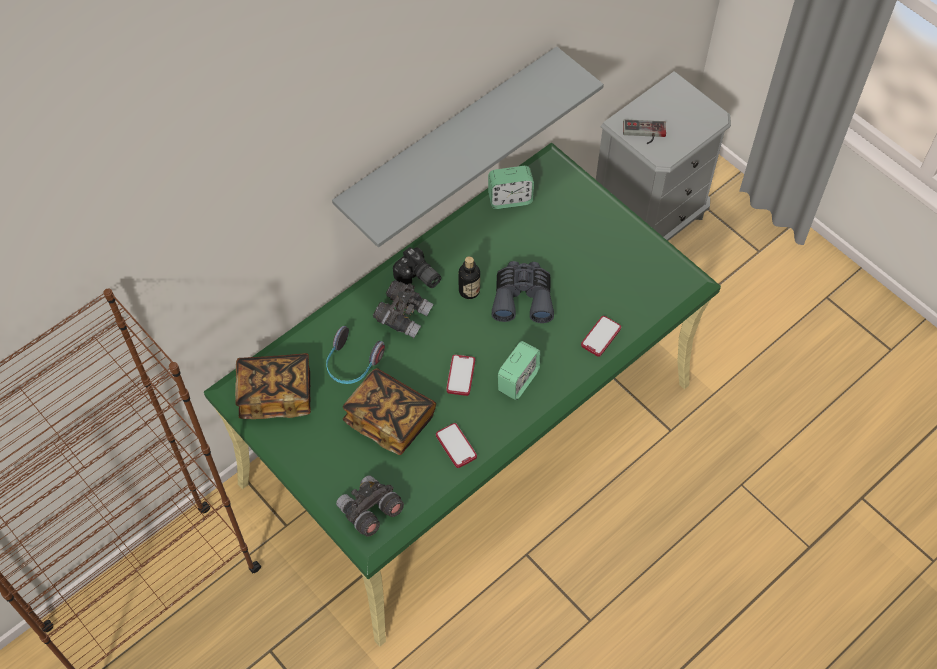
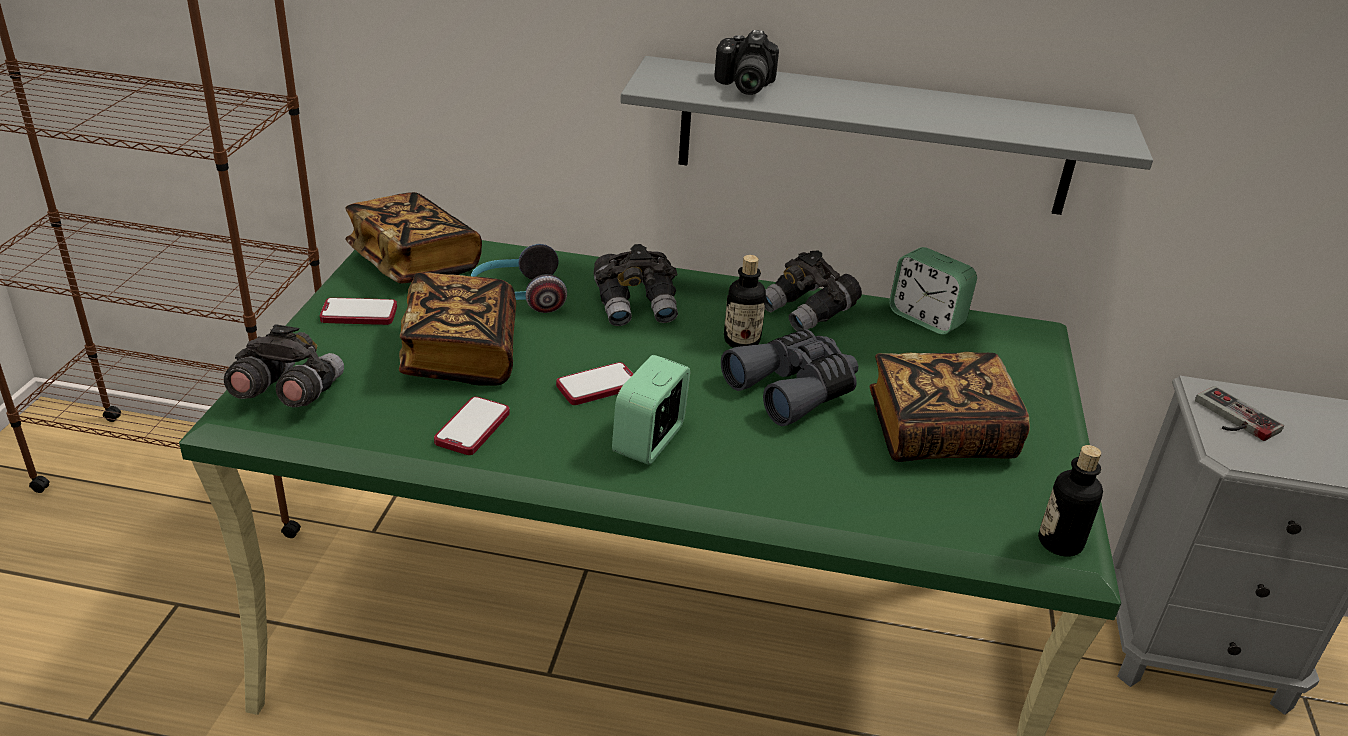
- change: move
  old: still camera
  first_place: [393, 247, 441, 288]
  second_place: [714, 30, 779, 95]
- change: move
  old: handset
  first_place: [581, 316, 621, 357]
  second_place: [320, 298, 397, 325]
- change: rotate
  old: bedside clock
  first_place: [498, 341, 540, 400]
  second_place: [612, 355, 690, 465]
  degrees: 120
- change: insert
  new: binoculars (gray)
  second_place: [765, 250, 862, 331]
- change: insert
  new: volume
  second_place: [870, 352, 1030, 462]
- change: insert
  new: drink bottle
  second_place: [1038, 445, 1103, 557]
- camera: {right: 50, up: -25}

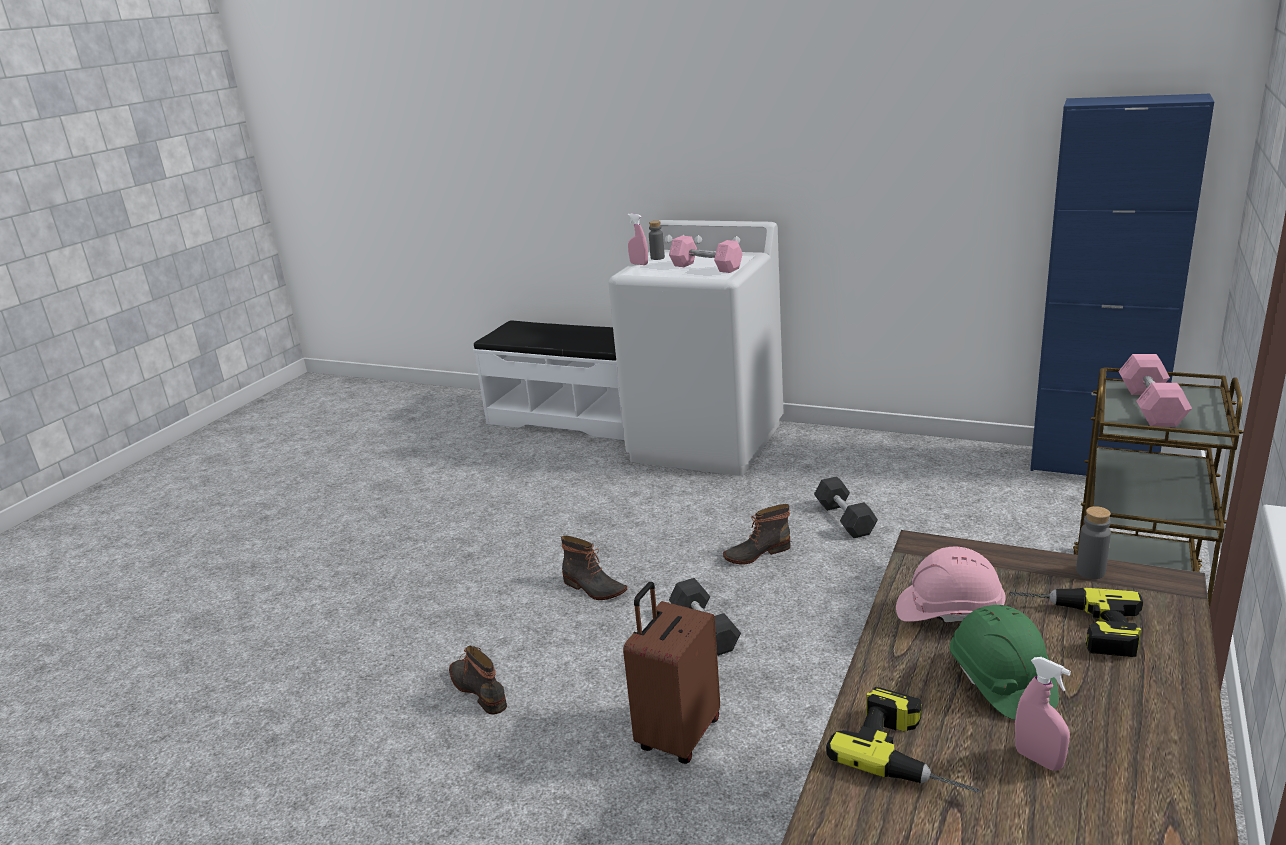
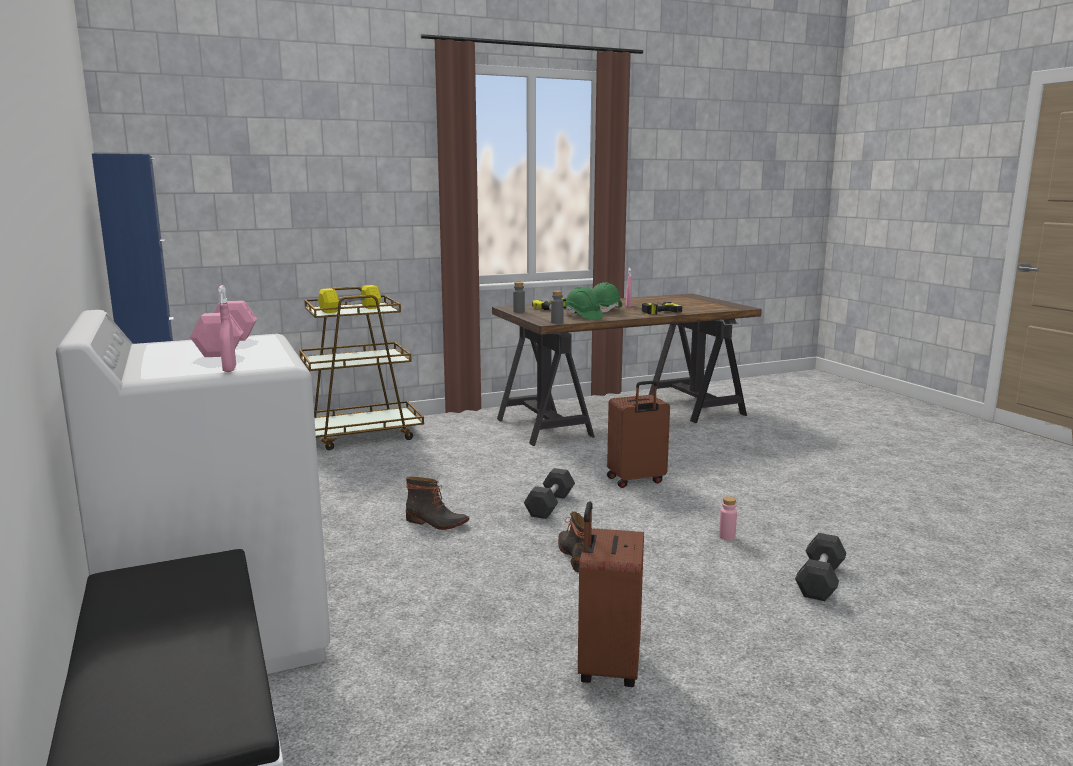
- change: move
  old: drink bottle (gray)
  first_place: [649, 221, 665, 260]
  second_place: [551, 291, 564, 324]
- change: recolor
  old: free weight (pink-coloured)
  new: free weight (yellowish)
  first_place: [1118, 354, 1192, 427]
  second_place: [318, 285, 381, 313]
- change: move
  old: free weight (gray)
  first_place: [814, 476, 878, 538]
  second_place: [795, 533, 846, 601]
- change: recolor
  old: work helmet (pink-coloured)
  new: work helmet (greenish)
  first_place: [896, 546, 1006, 623]
  second_place: [564, 287, 603, 320]
- change: replace
  old: tall boot
  new: drink bottle (pink-coloured)
  first_place: [449, 646, 507, 715]
  second_place: [719, 496, 737, 540]
- change: insert
  new: piece of luggage (brown)
  second_place: [578, 502, 644, 687]
- camera: {right: -140, up: -10}

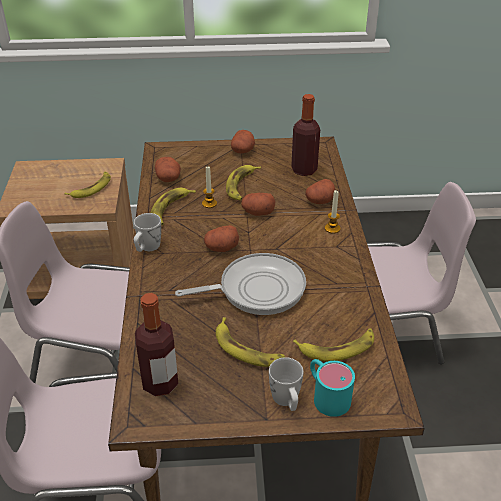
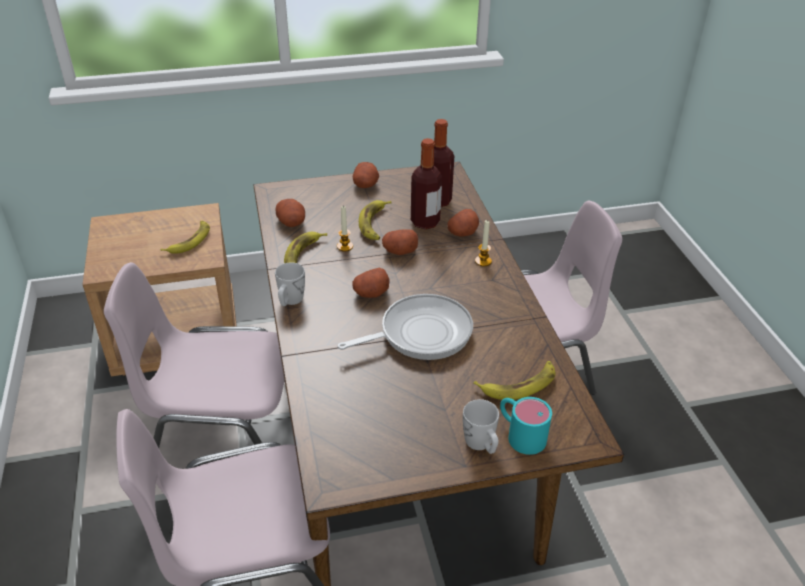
- change: move
  old: drink bottle
  first_place: [135, 293, 178, 396]
  second_place: [411, 138, 442, 229]
- change: delete
  old: banana fruit
  first_place: [216, 317, 285, 367]
- camera: {right: -10, up: 0}

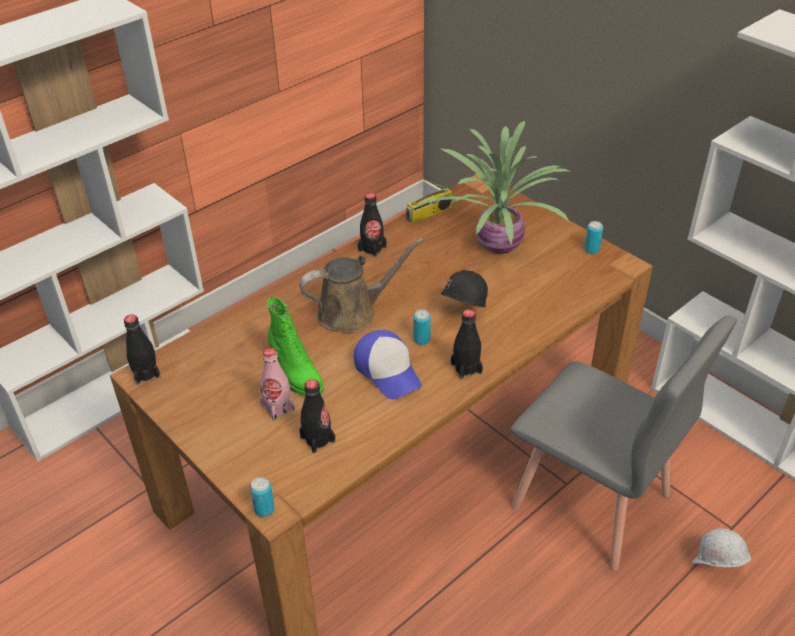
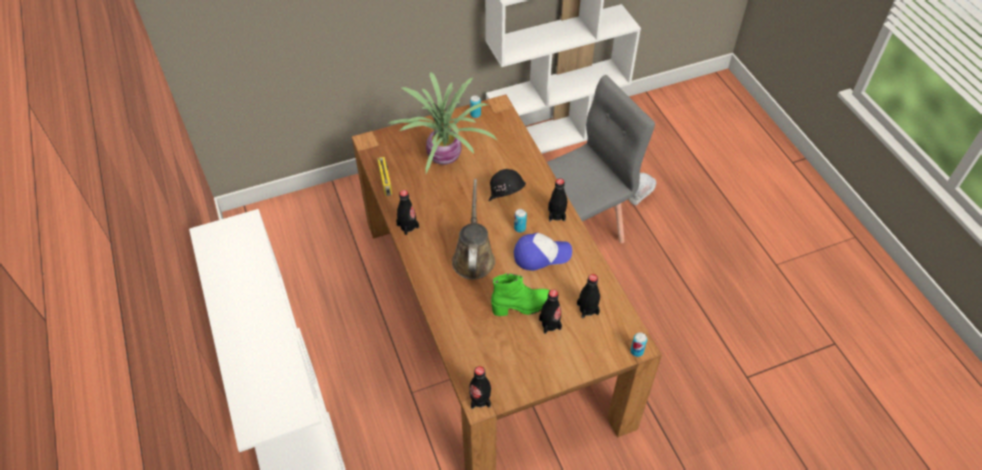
- change: recolor
  old: drink bottle (pink-coloured)
  new: drink bottle (black)
  first_place: [260, 348, 295, 420]
  second_place: [539, 289, 562, 334]
- camera: {right: -70, up: 10}

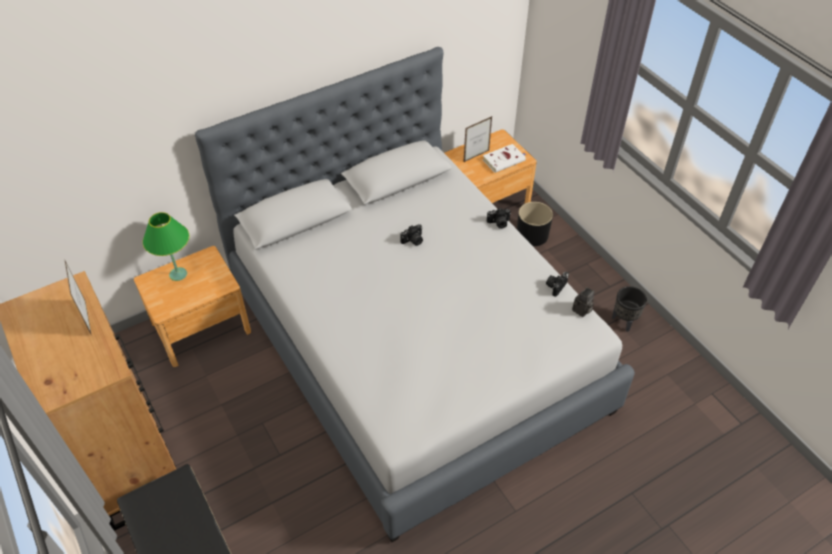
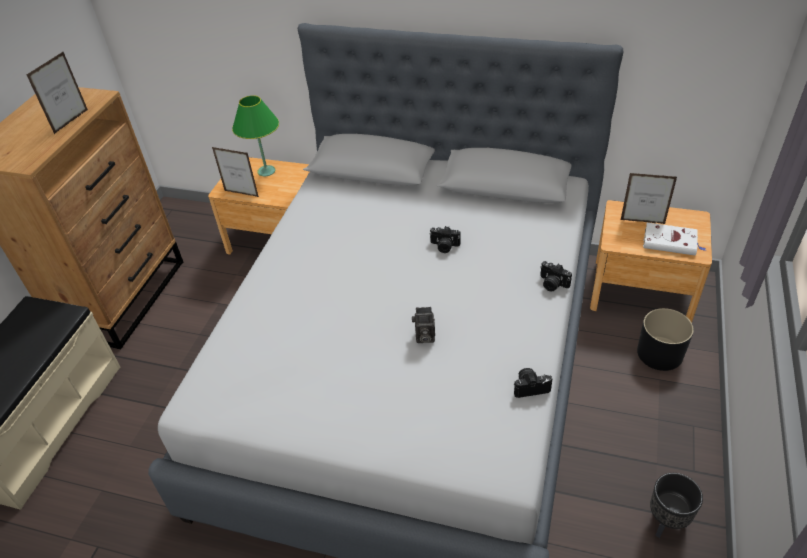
- change: move
  old: still camera
  first_place: [572, 287, 594, 317]
  second_place: [412, 307, 435, 343]
- change: insert
  new: standing frame
  second_place: [212, 147, 259, 197]
- camera: {right: 50, up: -5}

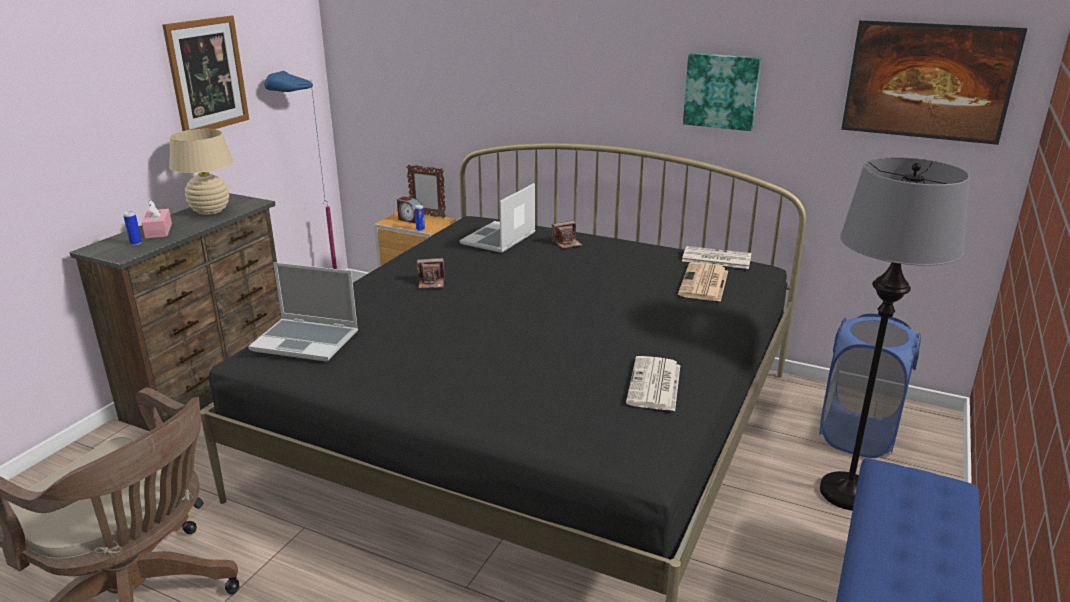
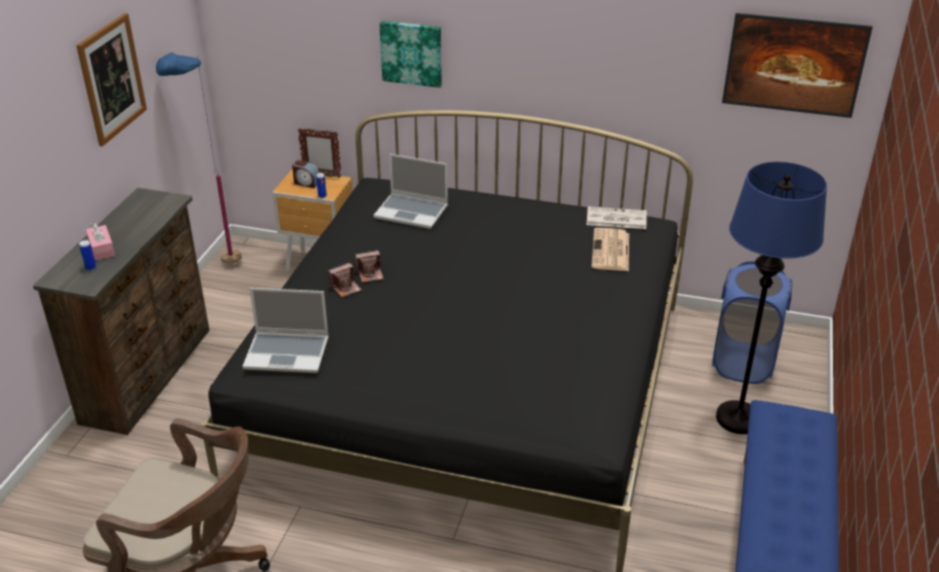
- change: move
  old: wall art
  first_place: [683, 53, 761, 131]
  second_place: [379, 21, 442, 88]
- change: delete
  old: tabletop lamp (beige)
  first_place: [169, 129, 233, 215]
- change: recolor
  old: standard lamp (gray)
  new: standard lamp (bluish)
  first_place: [820, 157, 970, 511]
  second_place: [716, 162, 827, 434]
- change: rotate
  old: notebook computer
  first_place: [460, 183, 535, 253]
  second_place: [373, 154, 448, 229]
  degrees: -90
- change: move
  old: still camera
  first_place: [552, 220, 582, 248]
  second_place: [328, 262, 362, 297]
- change: delete
  old: daily paper
  first_place: [626, 356, 680, 411]
- camera: {right: -10, up: 10}

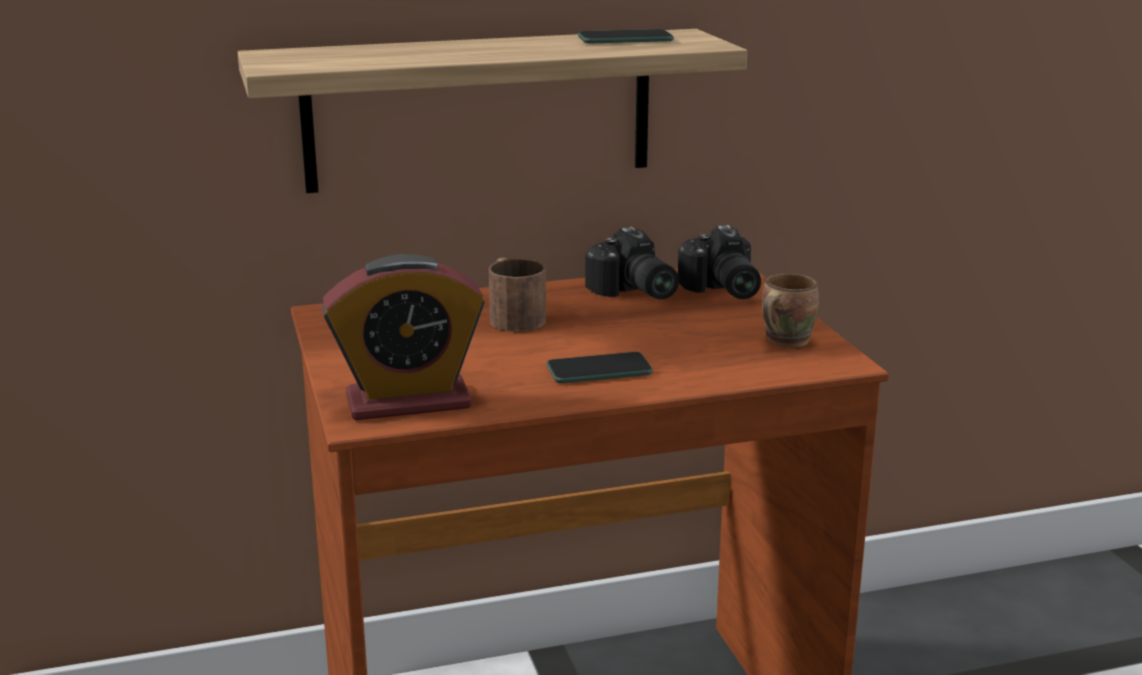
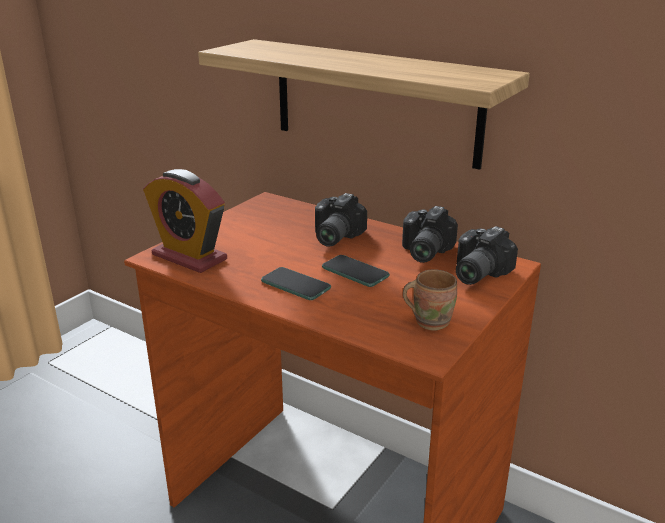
- change: move
  old: handset
  first_place: [578, 29, 674, 43]
  second_place: [322, 255, 390, 287]
- change: replace
  old: tea mug (brown)
  new: still camera
  first_place: [489, 257, 546, 332]
  second_place: [315, 193, 367, 247]
- camera: {right: 50, up: 5}

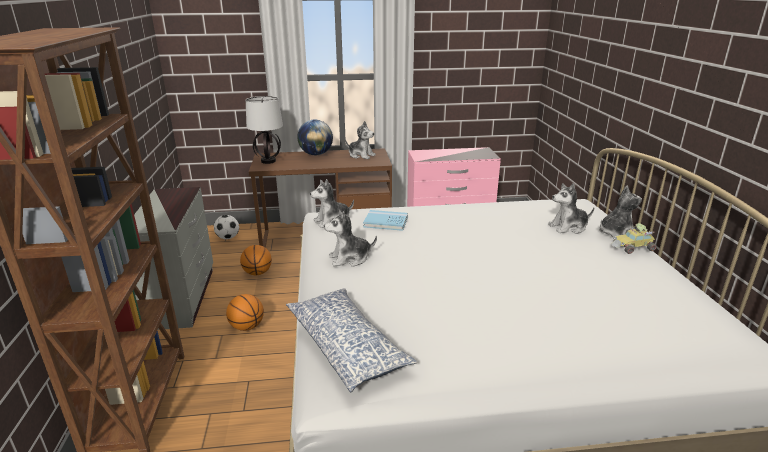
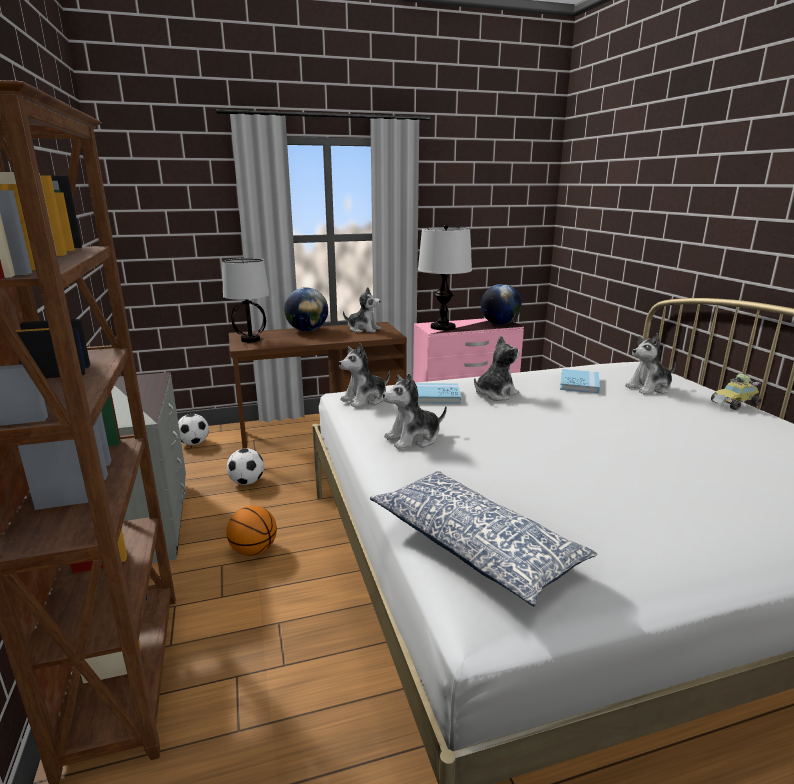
- change: move
  old: cuddly toy
  first_place: [599, 186, 642, 238]
  second_place: [474, 336, 520, 401]
- change: replace
  old: basketball ball
  new: ball for football
  first_place: [240, 245, 272, 275]
  second_place: [227, 448, 264, 485]
- change: insert
  new: tabletop lamp
  second_place: [418, 225, 472, 330]
- change: insert
  new: world globe
  second_place: [481, 284, 522, 325]
- change: insert
  new: volume (bluish)
  second_place: [560, 369, 600, 394]
- camera: {right: -10, up: -5}

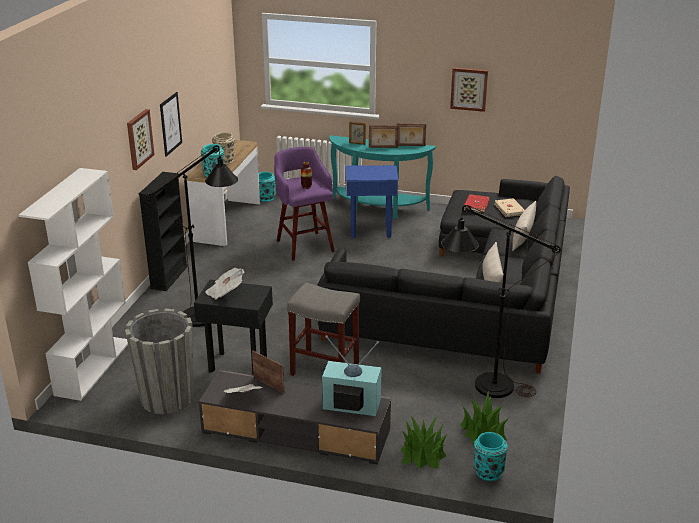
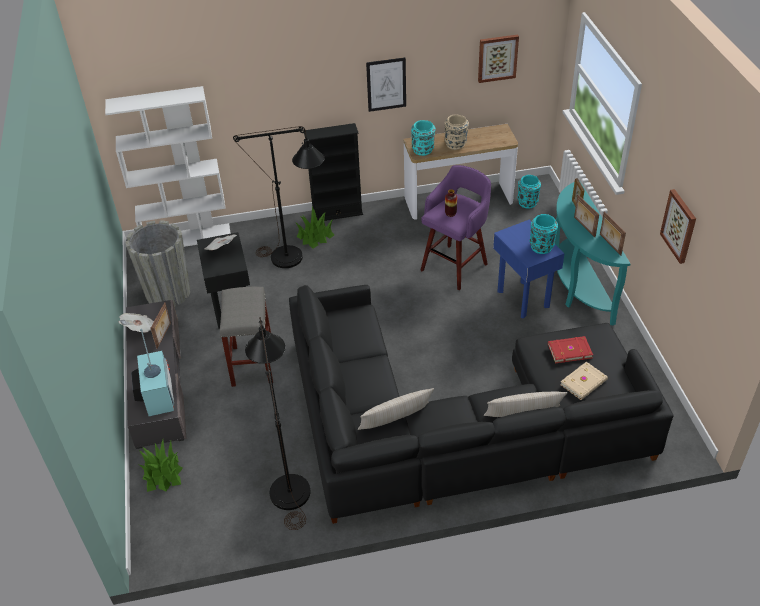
- change: move
  old: wall art
  first_place: [127, 109, 155, 170]
  second_place: [478, 35, 519, 83]
- change: move
  old: potted plant
  first_place: [460, 392, 509, 445]
  second_place: [295, 206, 334, 248]
- change: move
  old: vase (blue-green)
  first_place: [474, 432, 508, 481]
  second_place: [530, 214, 558, 254]
- camera: {right: 65, up: 15}

